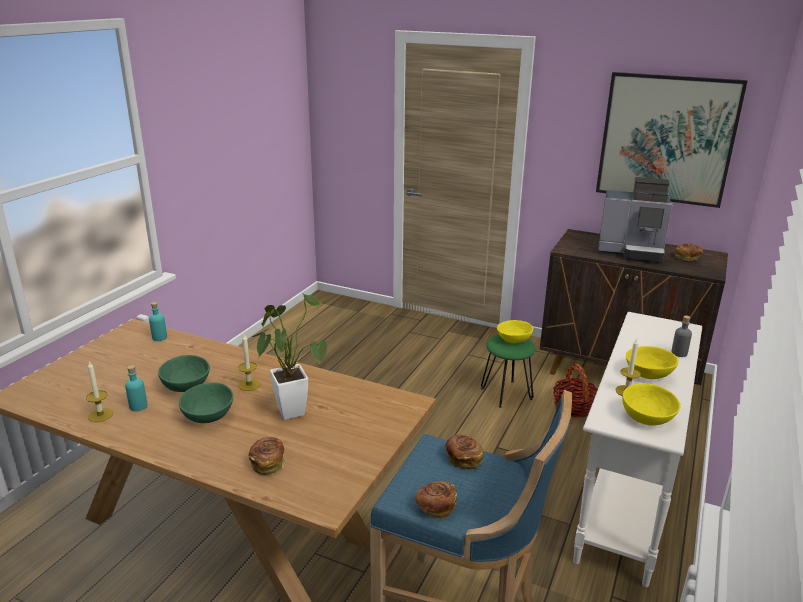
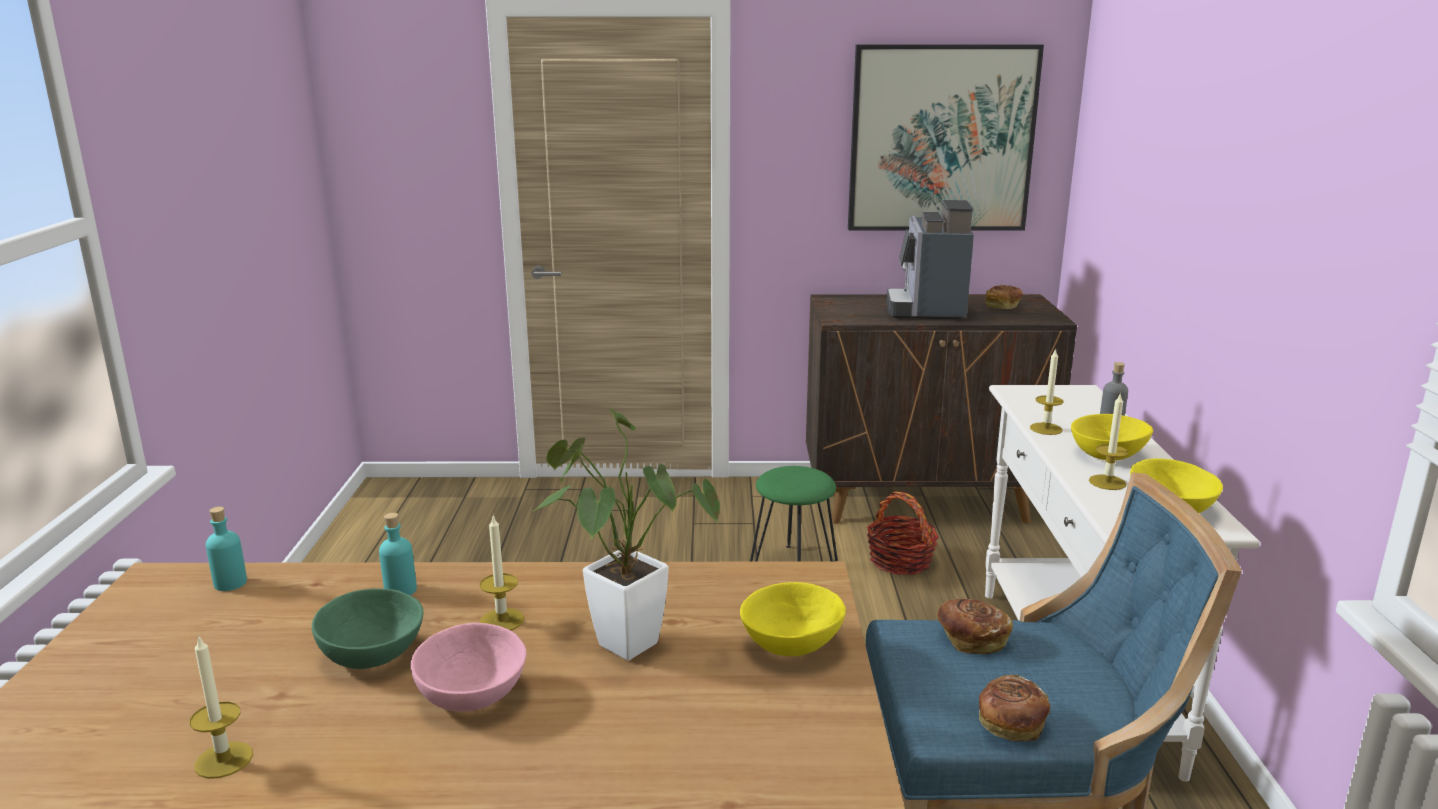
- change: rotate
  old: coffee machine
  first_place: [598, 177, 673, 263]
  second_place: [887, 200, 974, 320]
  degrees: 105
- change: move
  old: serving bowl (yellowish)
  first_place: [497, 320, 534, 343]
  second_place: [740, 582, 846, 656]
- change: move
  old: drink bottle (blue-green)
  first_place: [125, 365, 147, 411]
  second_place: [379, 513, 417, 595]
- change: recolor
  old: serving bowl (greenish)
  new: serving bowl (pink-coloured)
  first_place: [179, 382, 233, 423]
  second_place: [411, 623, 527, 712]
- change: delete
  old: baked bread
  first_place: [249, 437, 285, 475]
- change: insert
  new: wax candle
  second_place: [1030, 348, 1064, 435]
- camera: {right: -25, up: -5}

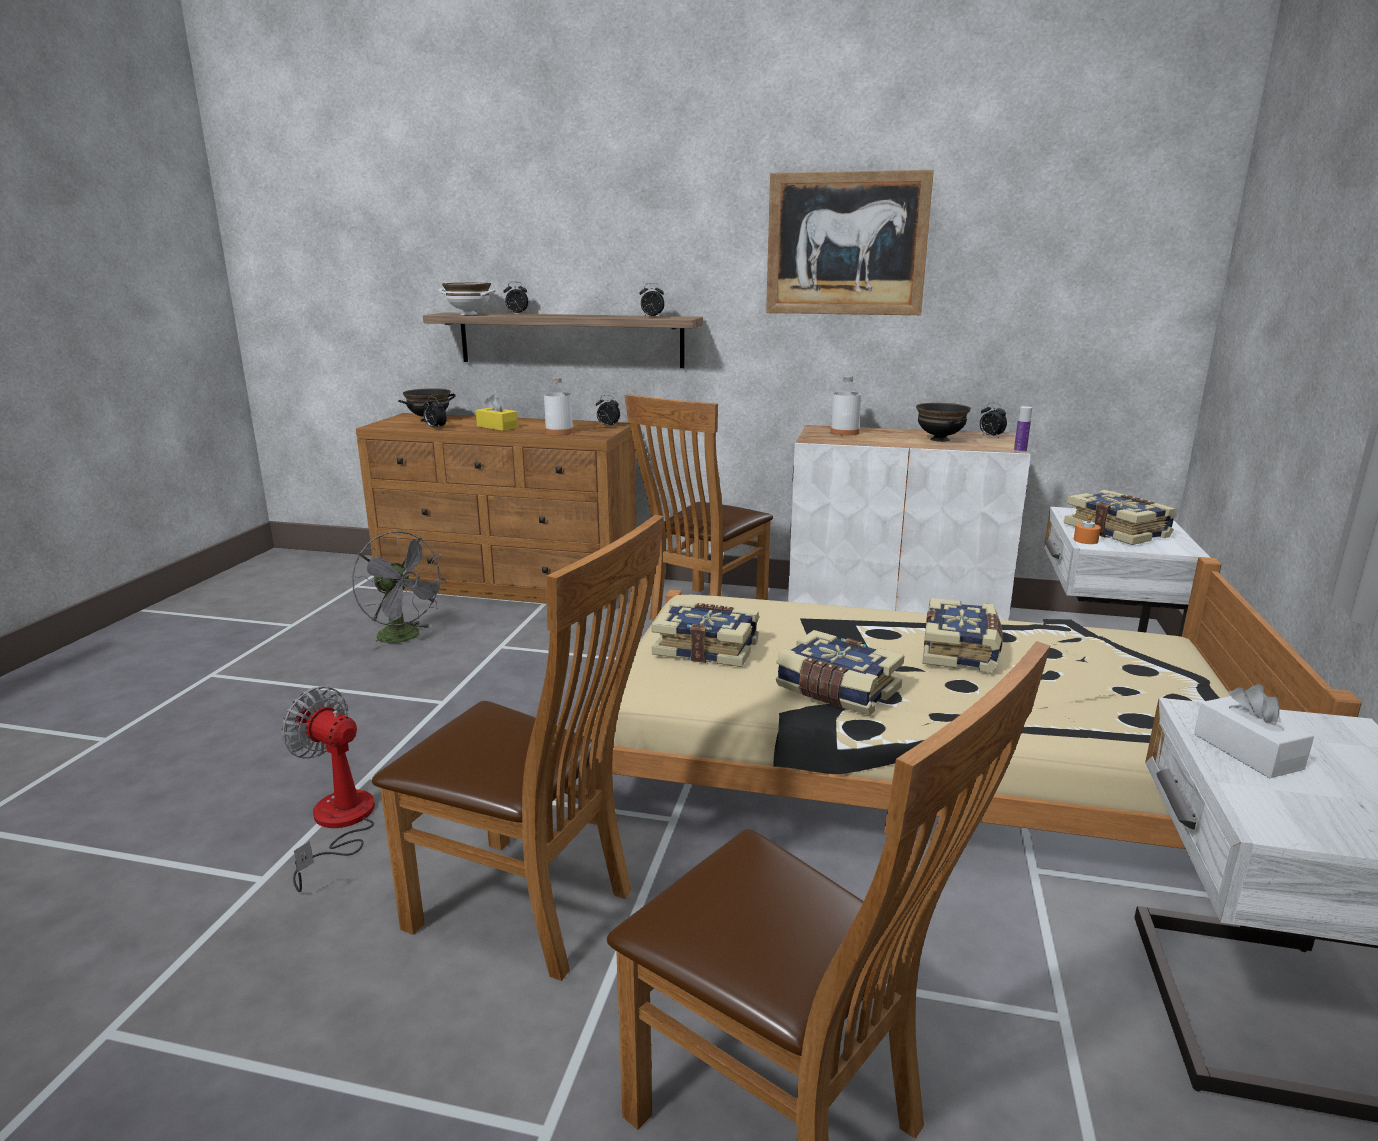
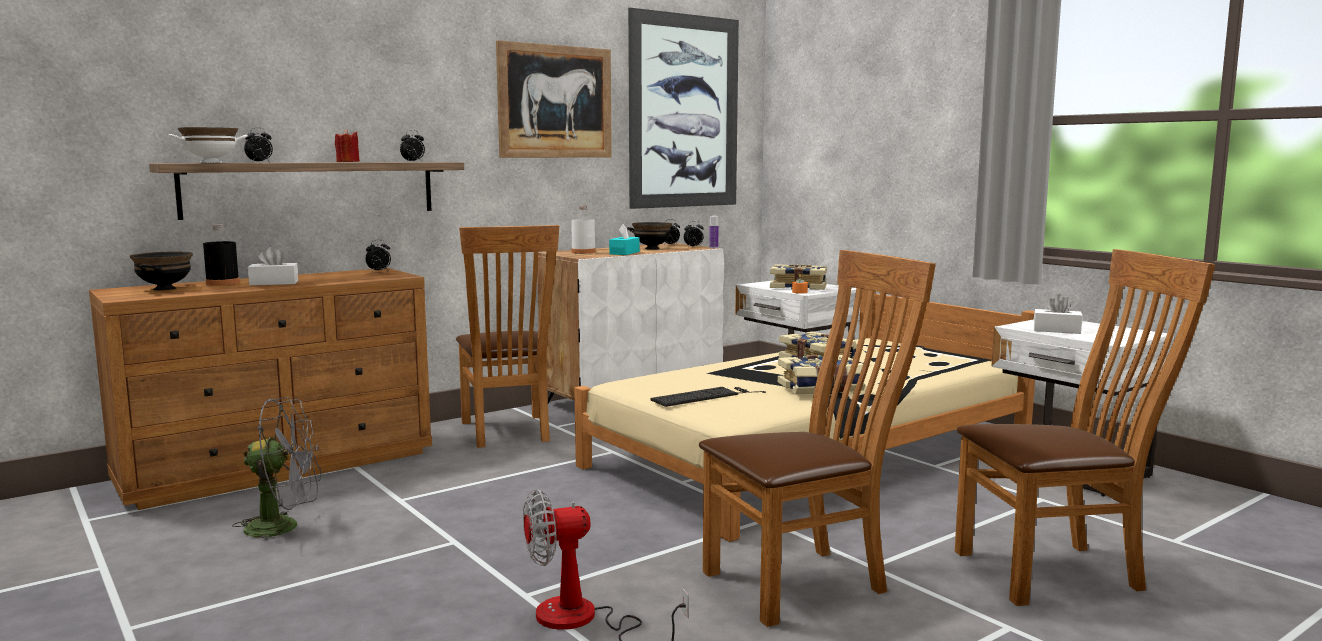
- change: delete
  old: drink bottle (white)
  first_place: [544, 377, 574, 435]
- change: recolor
  old: tissue holder (yellowish)
  new: tissue holder (white)
  first_place: [476, 394, 518, 431]
  second_place: [248, 247, 298, 286]
- change: move
  old: bedside clock
  first_place: [423, 397, 447, 429]
  second_place: [684, 221, 704, 247]
- change: replace
  old: volume
  new: keyboard
  first_place: [651, 601, 759, 667]
  second_place: [650, 387, 766, 407]
- change: insert
  new: wall art
  second_place: [628, 8, 739, 209]
- change: insert
  new: wax candle (red)
  second_place: [335, 129, 360, 162]
- change: insert
  new: tissue holder (blue-green)
  second_place: [609, 224, 640, 255]
- change: insert
  new: drink bottle (black)
  second_place: [203, 225, 240, 286]
- camera: {right: -50, up: -10}

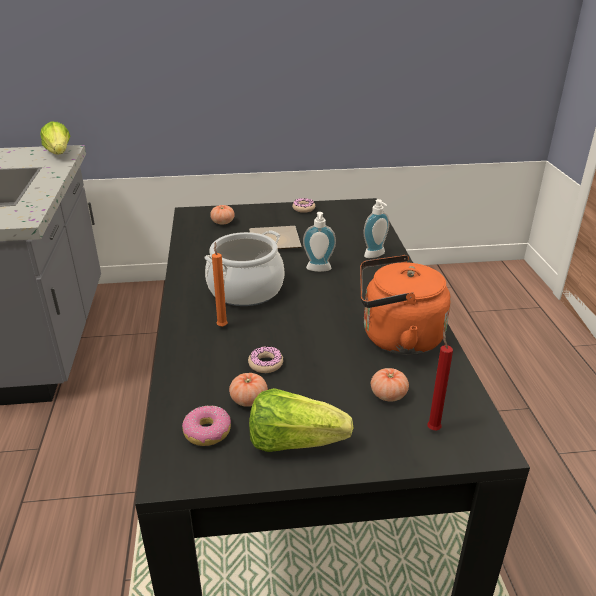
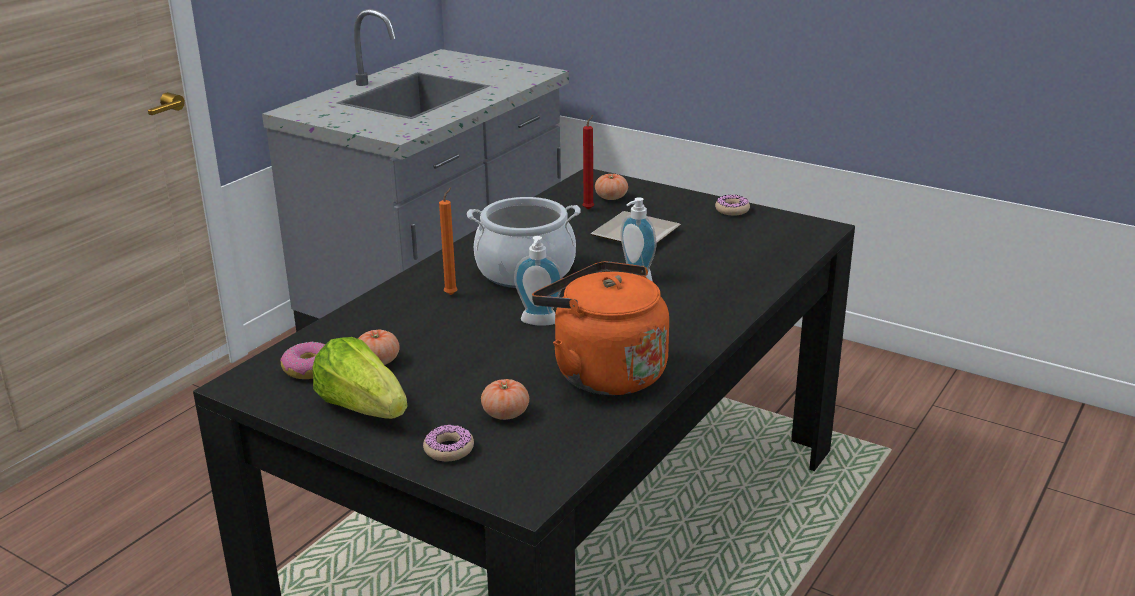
- change: delete
  old: head of lettuce
  first_place: [40, 121, 70, 155]
- change: move
  old: soap bottle
  first_place: [363, 199, 389, 258]
  second_place: [514, 236, 563, 326]
- change: move
  old: wax candle (red)
  first_place: [427, 331, 453, 430]
  second_place: [582, 115, 594, 210]
- change: move
  old: doughnut
  first_place: [248, 346, 283, 373]
  second_place: [423, 425, 474, 461]
- camera: {right: 40, up: -5}

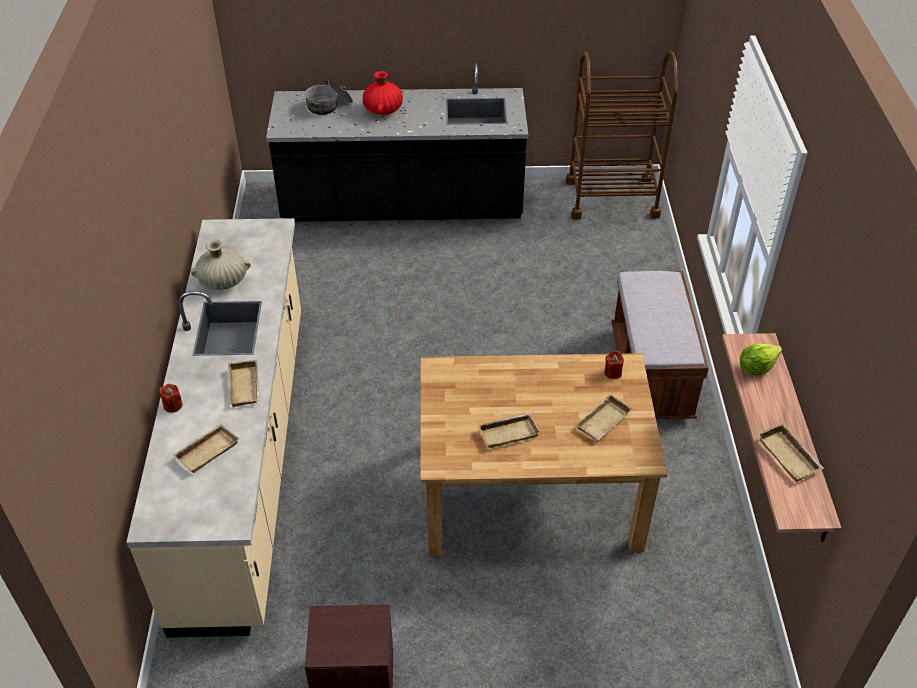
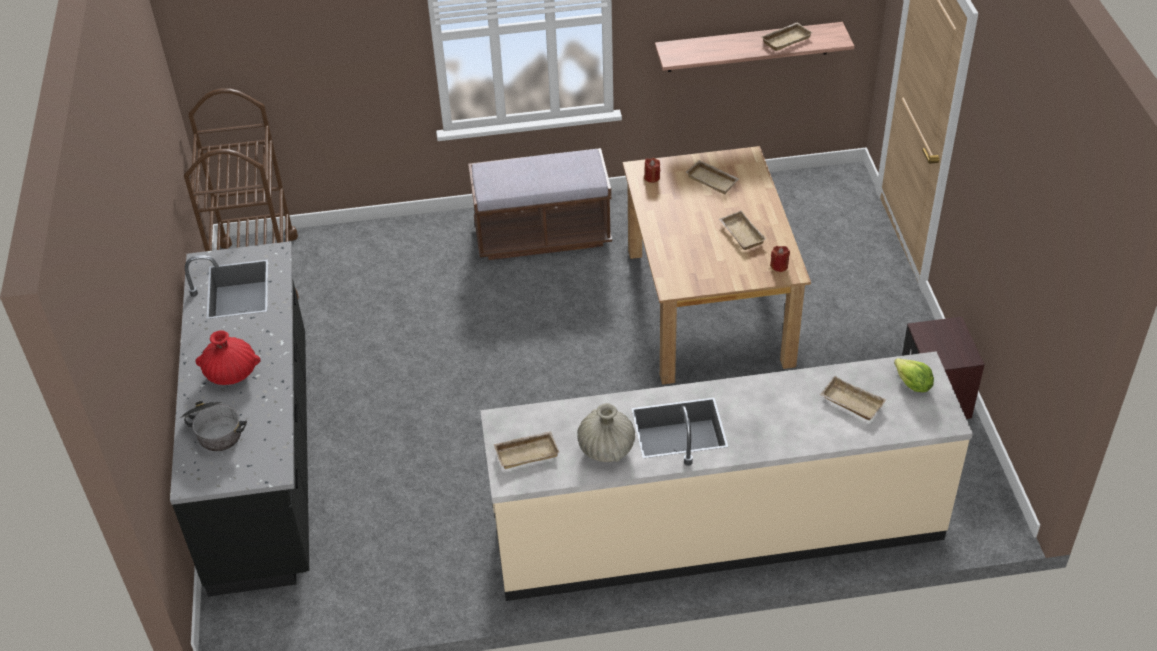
- change: move
  old: head of lettuce
  first_place: [740, 344, 782, 376]
  second_place: [894, 358, 934, 392]
- change: move
  old: carrying tray (beige)
  first_place: [228, 360, 260, 407]
  second_place: [494, 431, 560, 469]
- change: move
  old: wax candle (red)
  first_place: [159, 384, 183, 413]
  second_place: [770, 246, 790, 272]
- camera: {right: -95, up: 0}

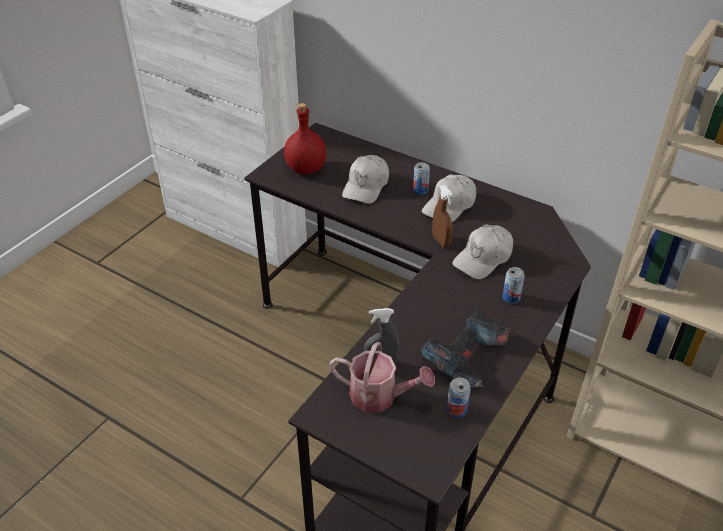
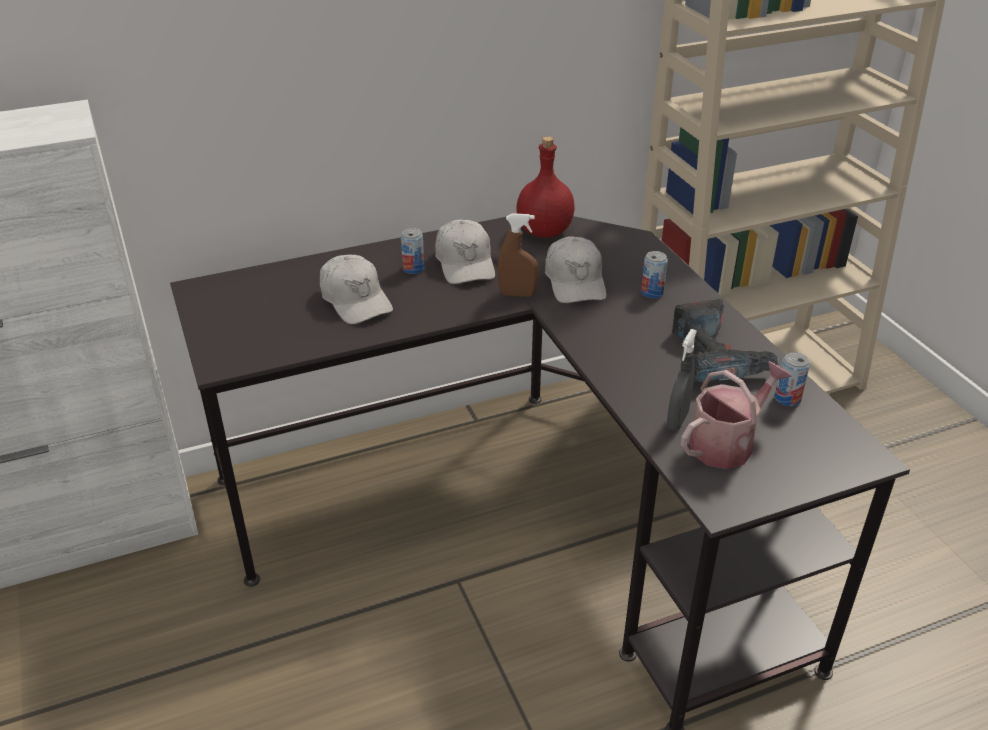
- change: move
  old: drink bottle (red)
  first_place: [284, 103, 326, 174]
  second_place: [516, 136, 575, 238]
- camera: {right: -55, up: -5}

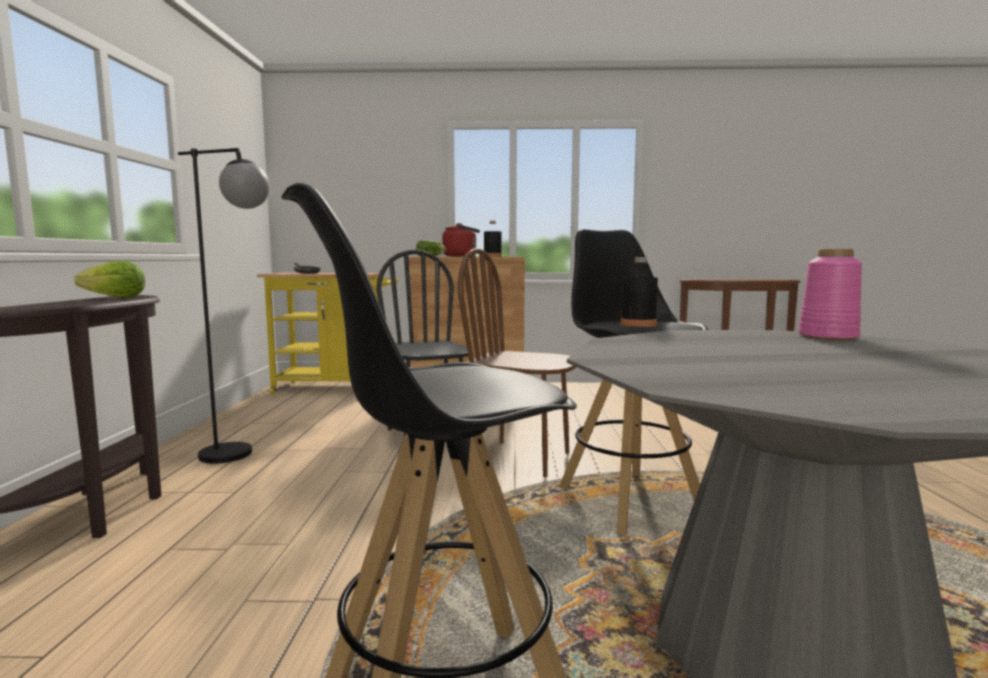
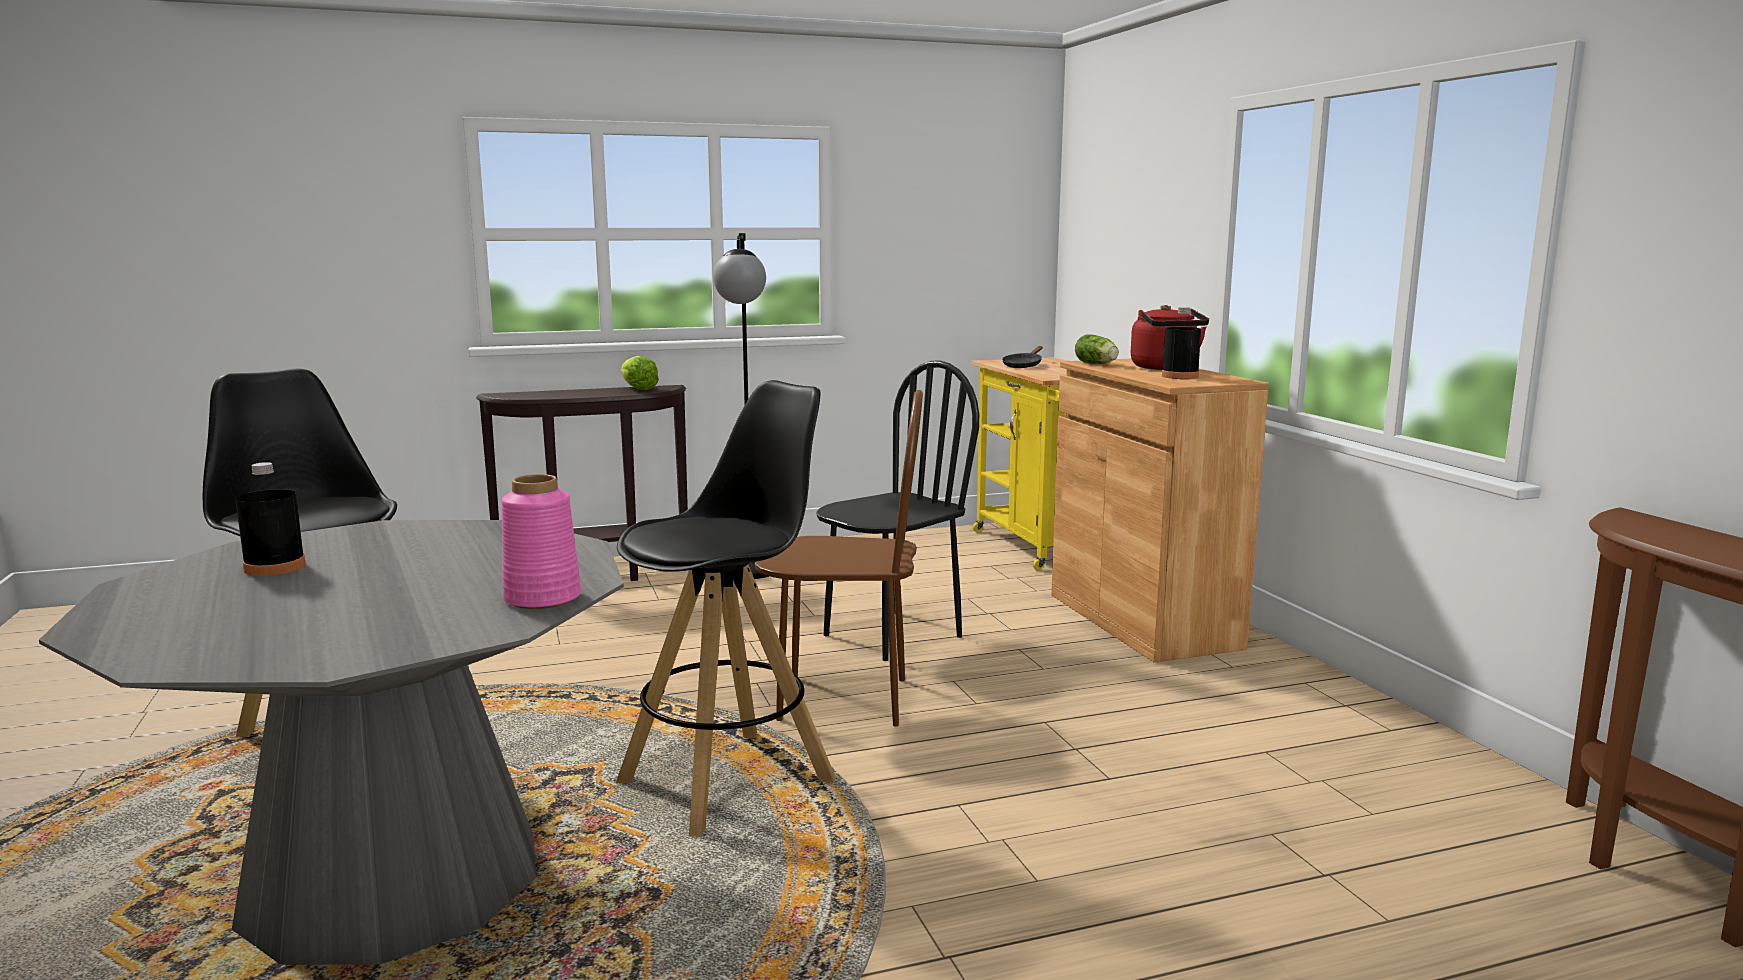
- change: rotate
  old: plain chair (brown)
  first_place: [458, 248, 576, 477]
  second_place: [755, 390, 923, 727]
  degrees: 90
- change: move
  old: drink bottle (black)
  first_place: [621, 257, 658, 327]
  second_place: [235, 462, 306, 576]
- camera: {right: 70, up: 5}

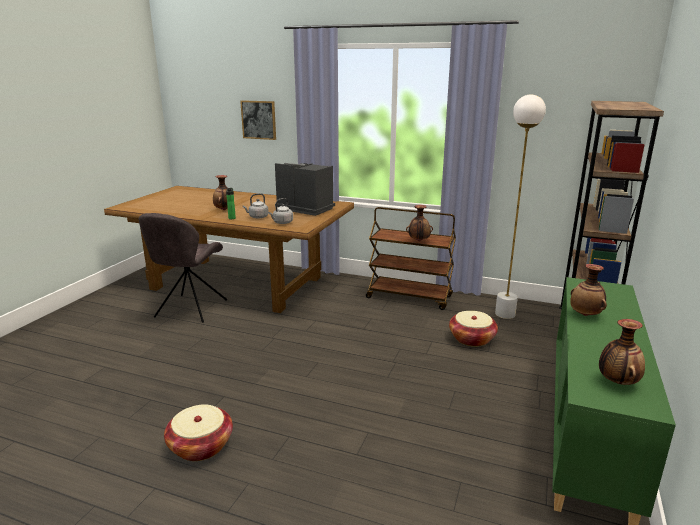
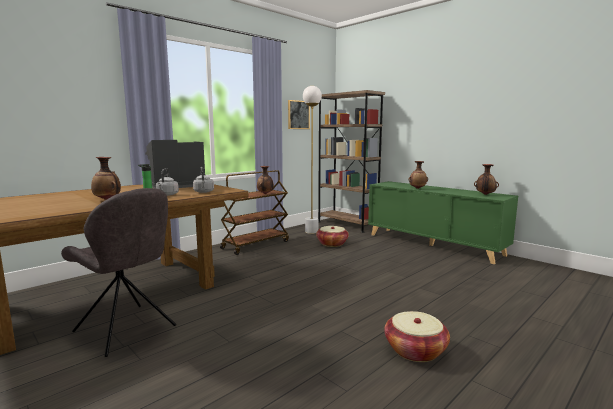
- change: move
  old: wall art
  first_place: [240, 100, 276, 140]
  second_place: [288, 100, 310, 129]
- camera: {right: -65, up: -10}

